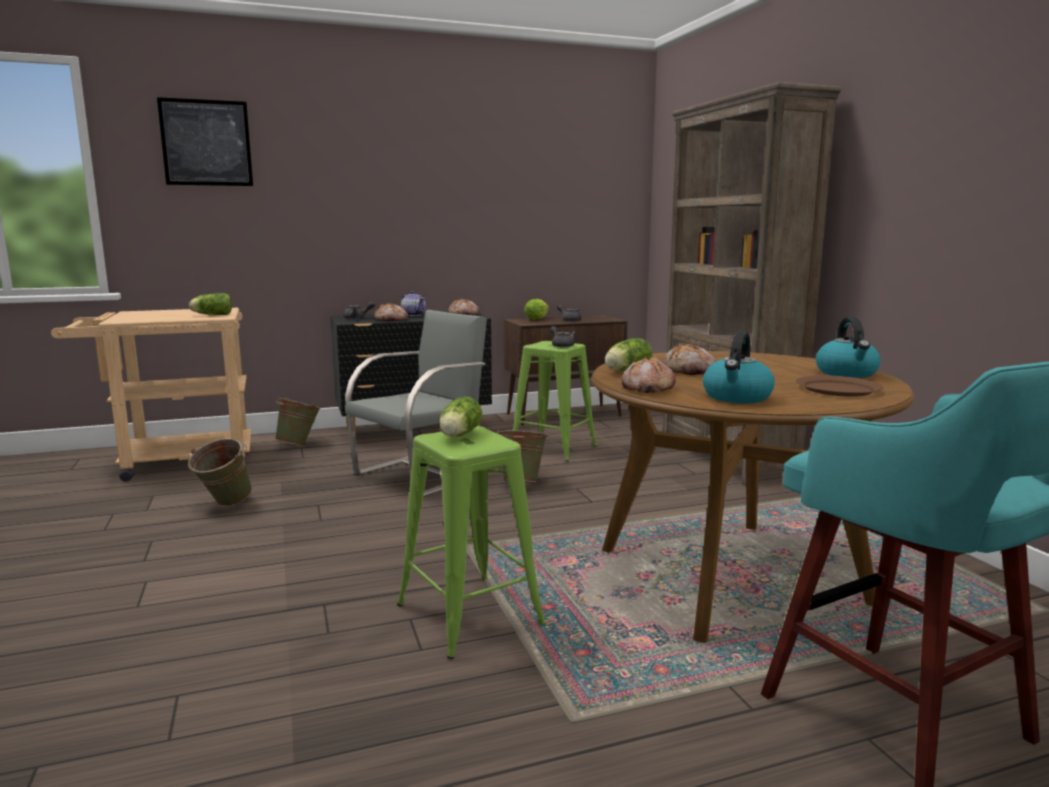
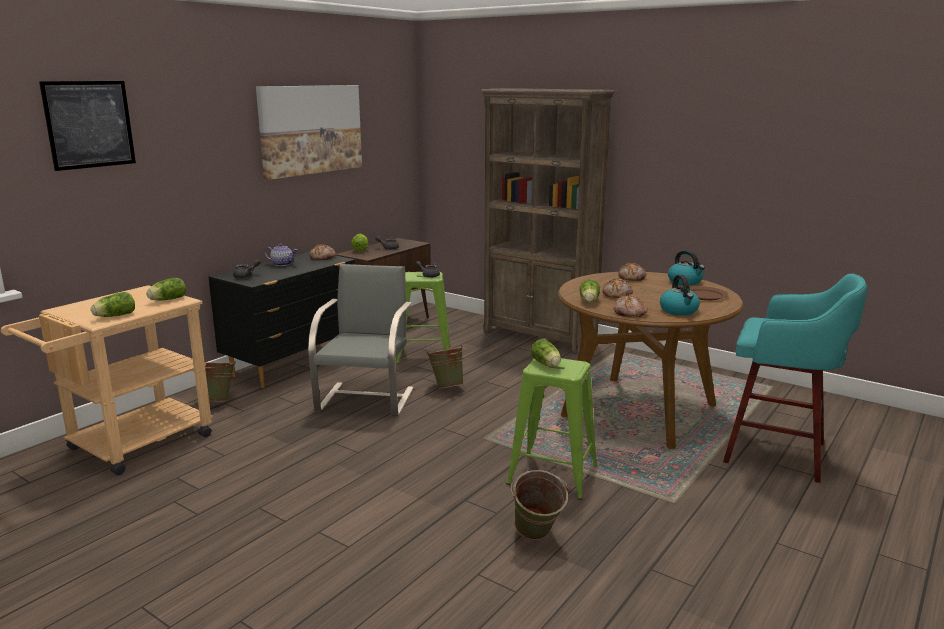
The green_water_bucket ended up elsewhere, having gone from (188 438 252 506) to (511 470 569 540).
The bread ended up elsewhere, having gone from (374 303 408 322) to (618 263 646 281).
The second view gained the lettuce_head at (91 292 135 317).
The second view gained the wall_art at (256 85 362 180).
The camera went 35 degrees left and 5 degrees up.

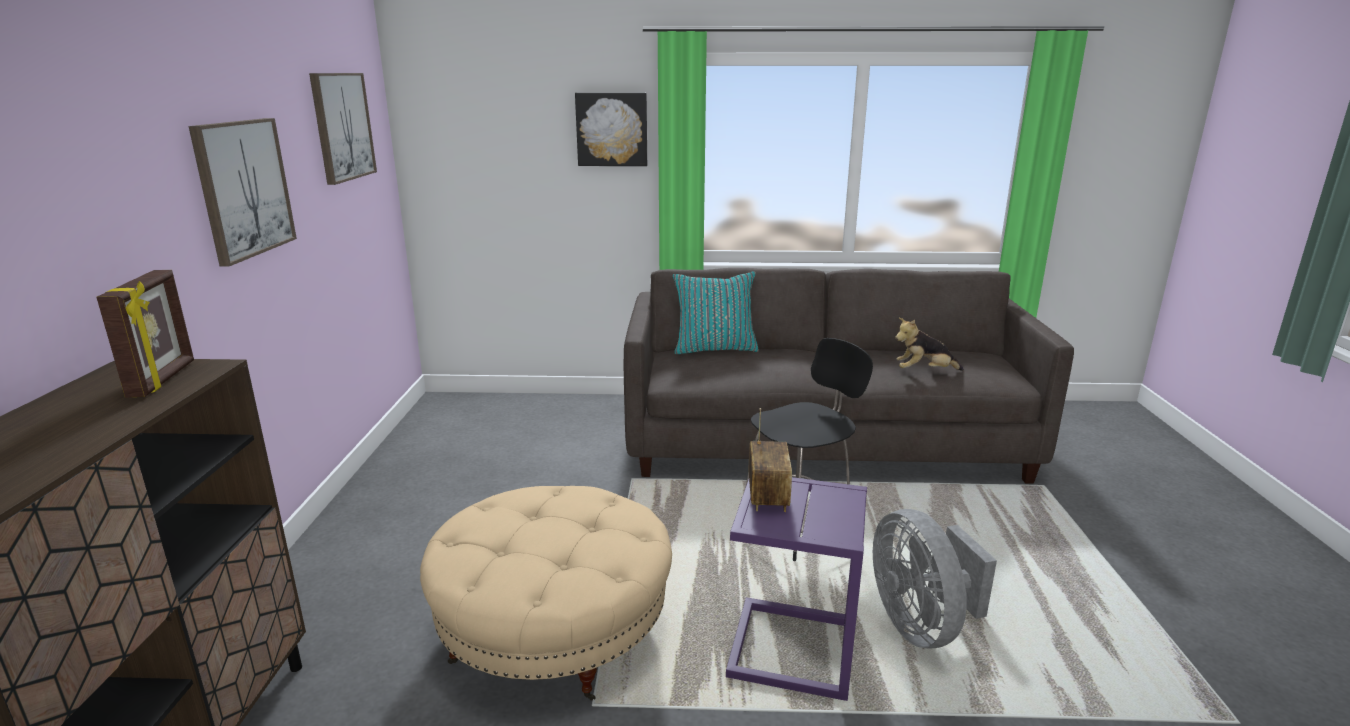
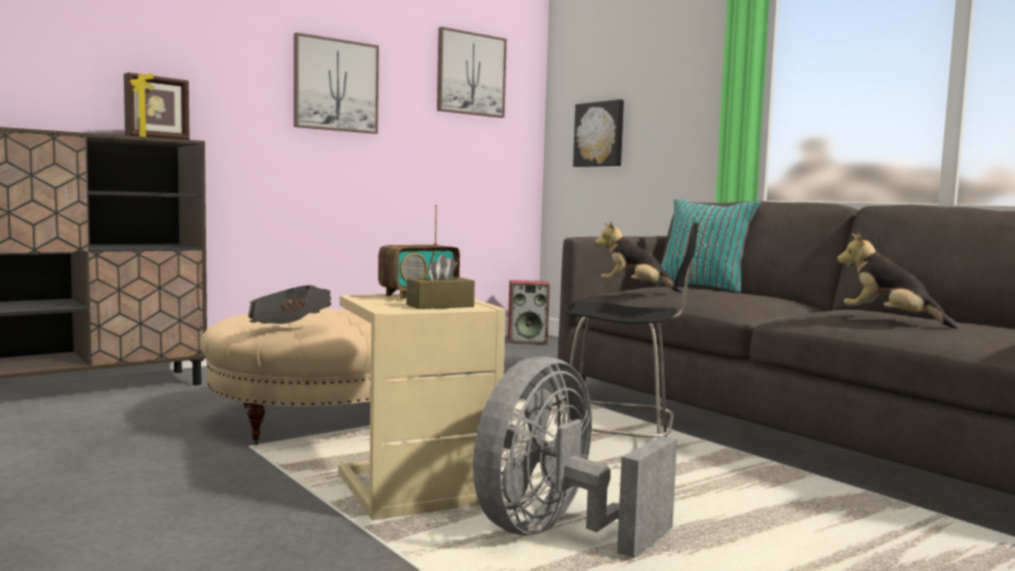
The wall_art ended up elsewhere, having gone from (575 93 647 166) to (573 99 624 167).
What was the purple_accent_table at (726 477 867 701) turned into the beige_accent_table at (339 294 506 520).
The second view gained the printed_paper at (248 285 331 324).
The second view gained the brown_tissue_box at (407 254 475 309).
The second view gained the audio_speaker at (508 280 550 344).
The second view gained the cuddly_toy at (595 221 683 293).
The camera went 50 degrees right and 15 degrees down.

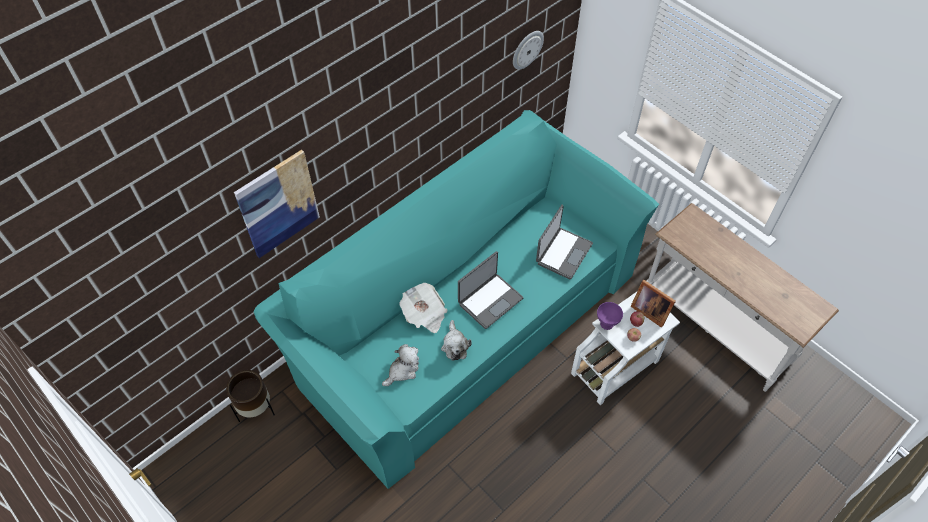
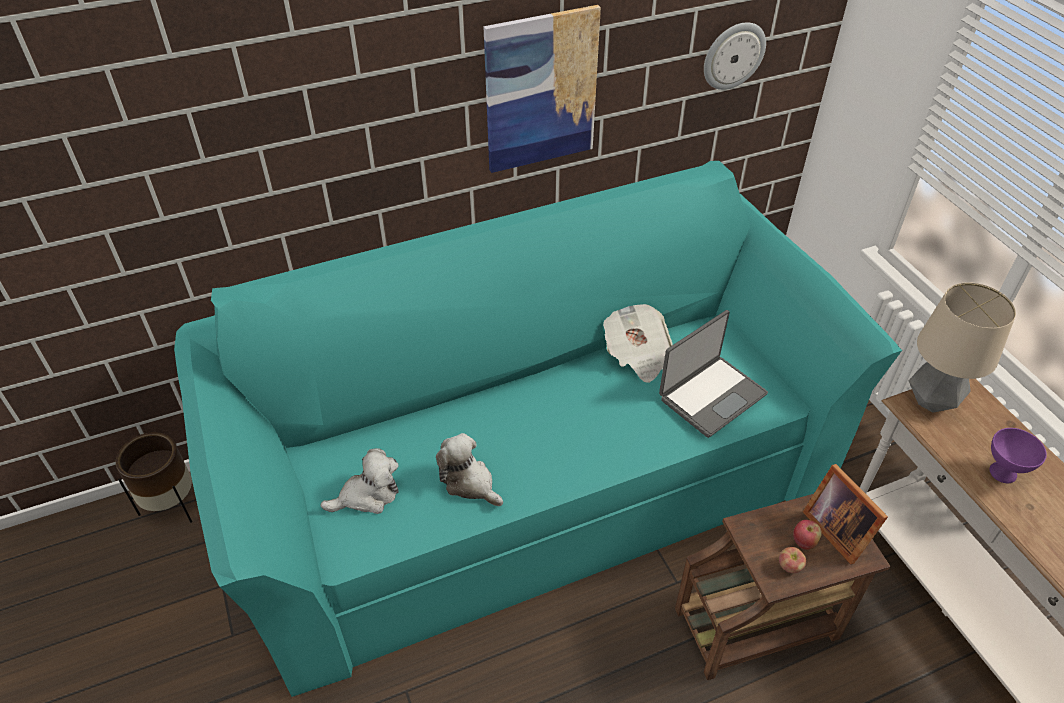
The wall_art ended up elsewhere, having gone from (234 150 320 258) to (483 5 601 173).
The printed_paper ended up elsewhere, having gone from (400 283 448 333) to (603 304 672 383).
The cuddly_toy at (441 320 472 361) ended up facing another way, 120 degrees clockwise from before.
The second view lost the portable_computer at (458 251 524 329).
What was the white-coloured_accent_table at (571 292 680 405) turned into the brown_accent_table at (675 494 891 680).
The purple_serving_bowl ended up elsewhere, having gone from (597 302 623 330) to (990 428 1047 483).
The second view gained the tabletop_lamp at (909 282 1016 413).
The camera went 20 degrees right and 10 degrees down.

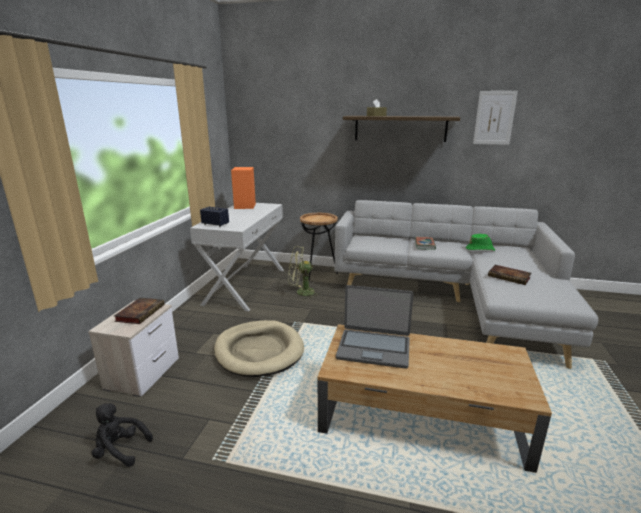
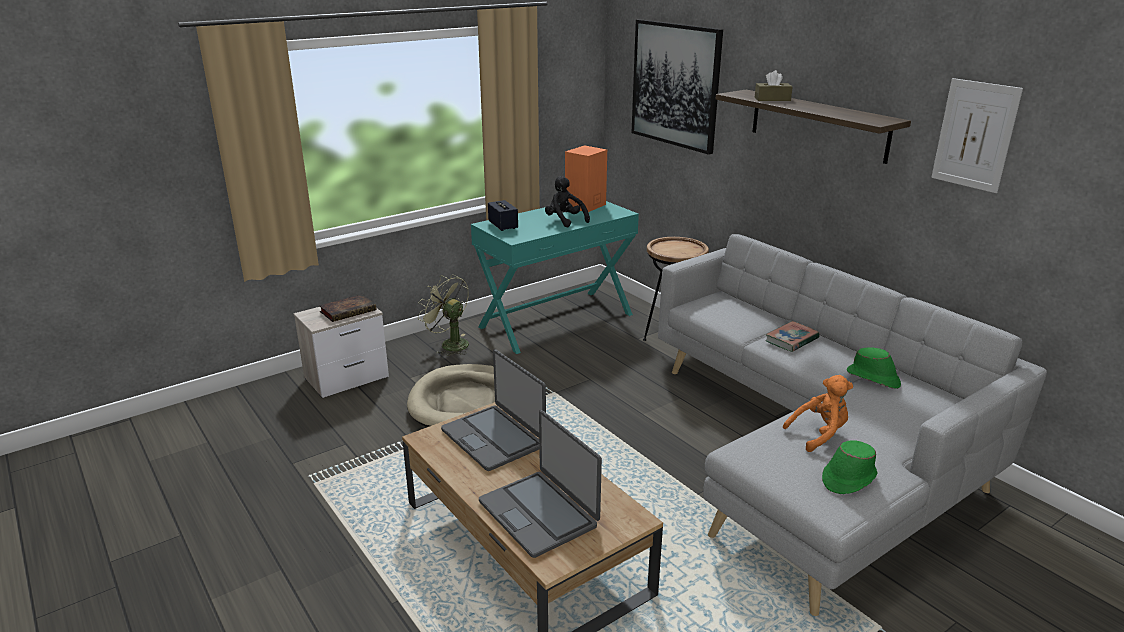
The black-coloured_cuddly_toy ended up elsewhere, having gone from (92 403 153 467) to (545 176 590 227).
What was the white-coloured_narrow_table at (190 203 284 311) turned into the turquoise_narrow_table at (471 201 639 354).
The green_cooling_fan ended up elsewhere, having gone from (288 246 320 299) to (418 275 469 356).
Where the volume stood at (488 265 531 285), the orange-coloured_cuddly_toy came to stand at (783 375 853 452).
The second view gained the portable_computer at (479 410 602 558).
The second view gained the wall_art at (632 19 723 155).
The second view gained the green_wearable_hat at (822 440 878 494).
The camera went 40 degrees right and 5 degrees up.

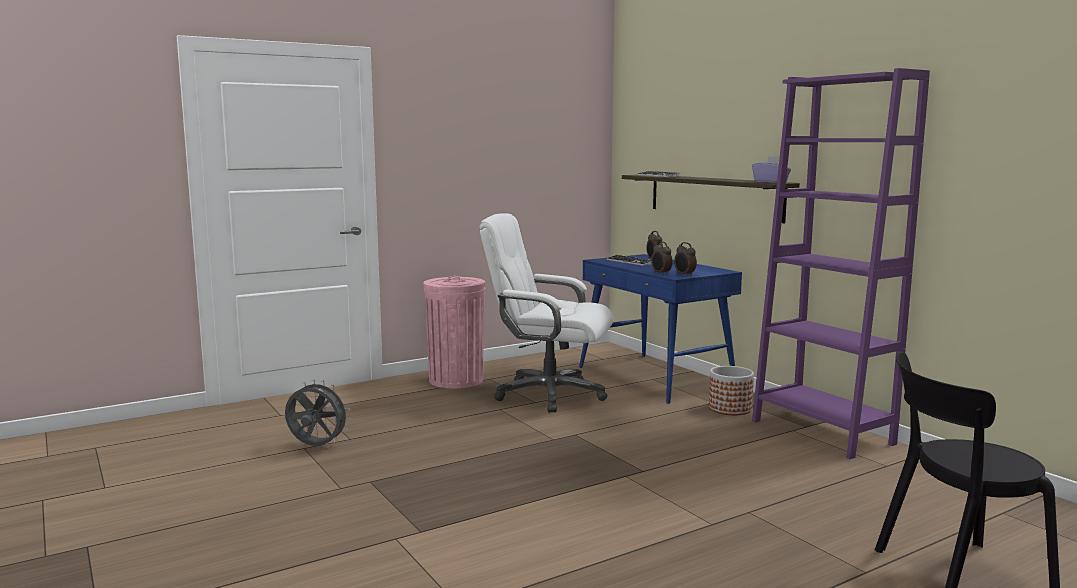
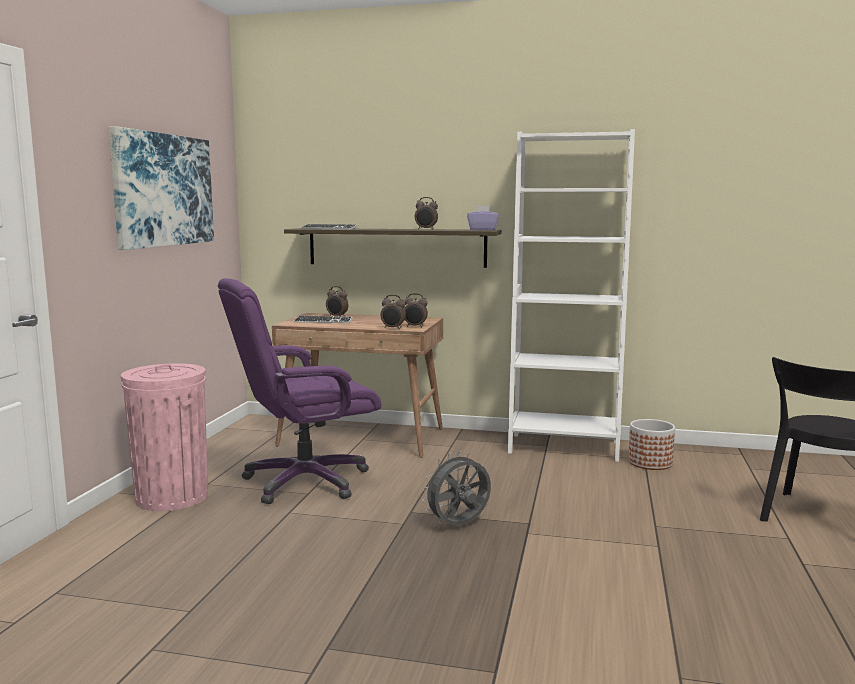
The greyish_cooling_fan ended up elsewhere, having gone from (285 379 351 446) to (422 451 491 525).
What was the white-coloured_desk_chair at (479 213 613 413) turned into the purple_desk_chair at (218 278 381 504).
What was the bluish_desk_table at (579 254 742 404) turned into the brown_desk_table at (272 313 443 458).
The plant_pot ended up elsewhere, having gone from (709 366 754 415) to (628 419 675 470).
What was the purple_bookcase at (752 68 930 459) turned into the white-coloured_bookcase at (508 129 635 462).
The second view gained the wall_art at (109 126 214 250).
The second view gained the bedside_clock at (415 197 438 230).
The camera went 45 degrees left and 0 degrees up.

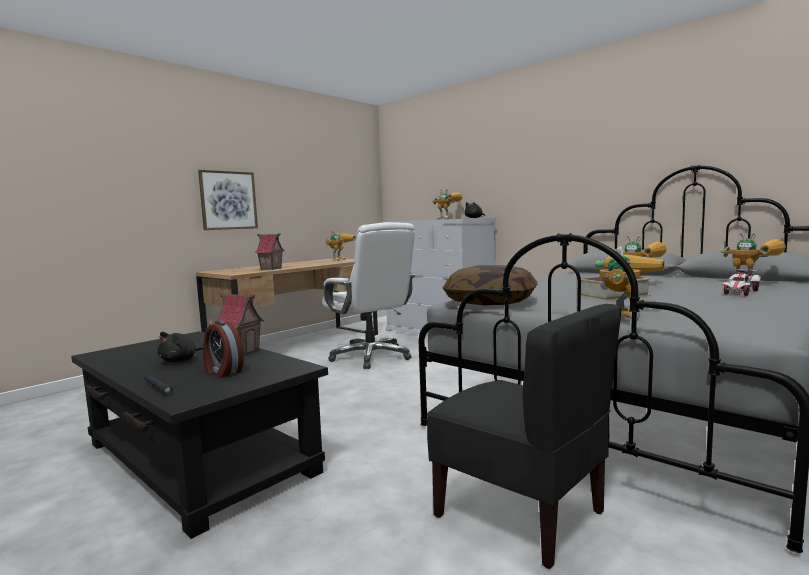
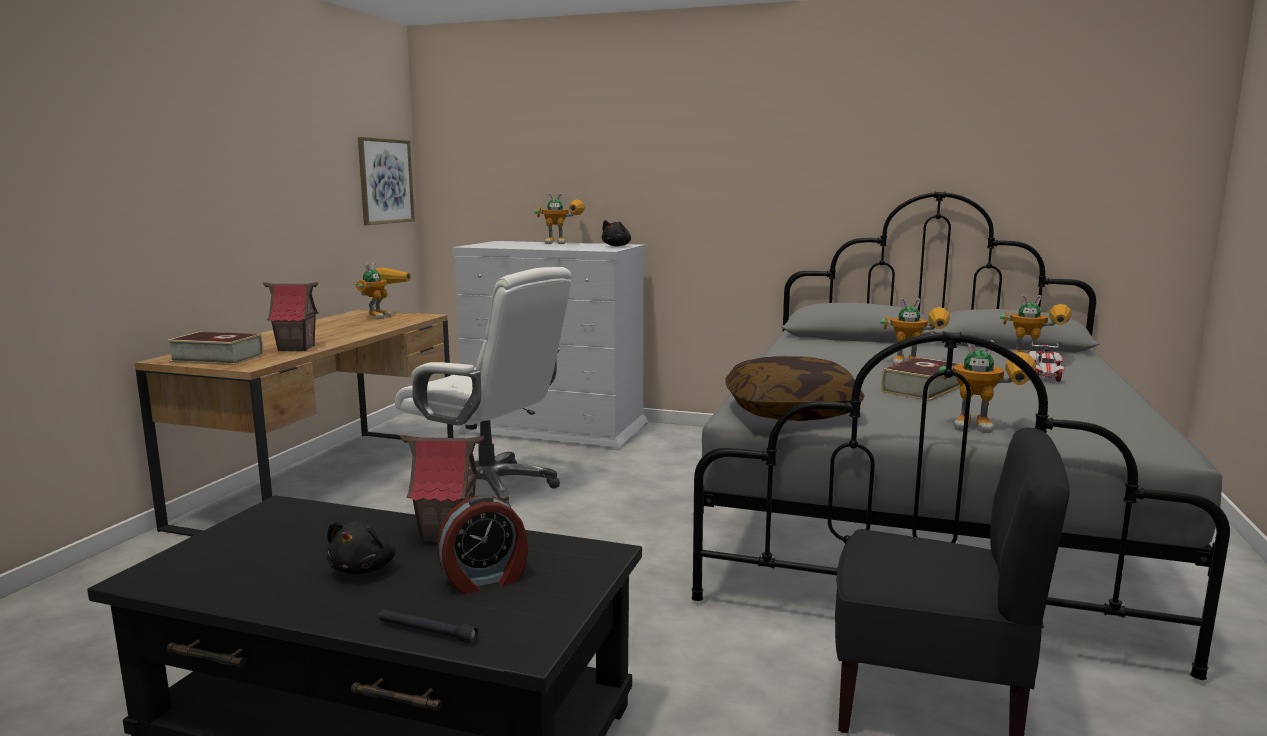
The wall_art ended up elsewhere, having gone from (198 170 258 230) to (358 137 415 225).
The bedside_clock at (203 321 244 378) ended up facing another way, 45 degrees counterclockwise from before.
The toy_robot at (595 246 665 321) ended up facing another way, 105 degrees clockwise from before.
The second view gained the volume at (166 332 263 365).
The camera went 25 degrees left and 5 degrees up.

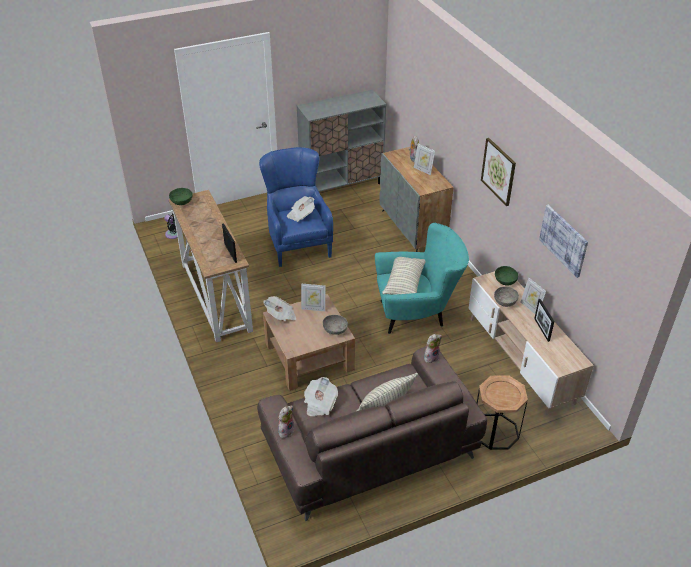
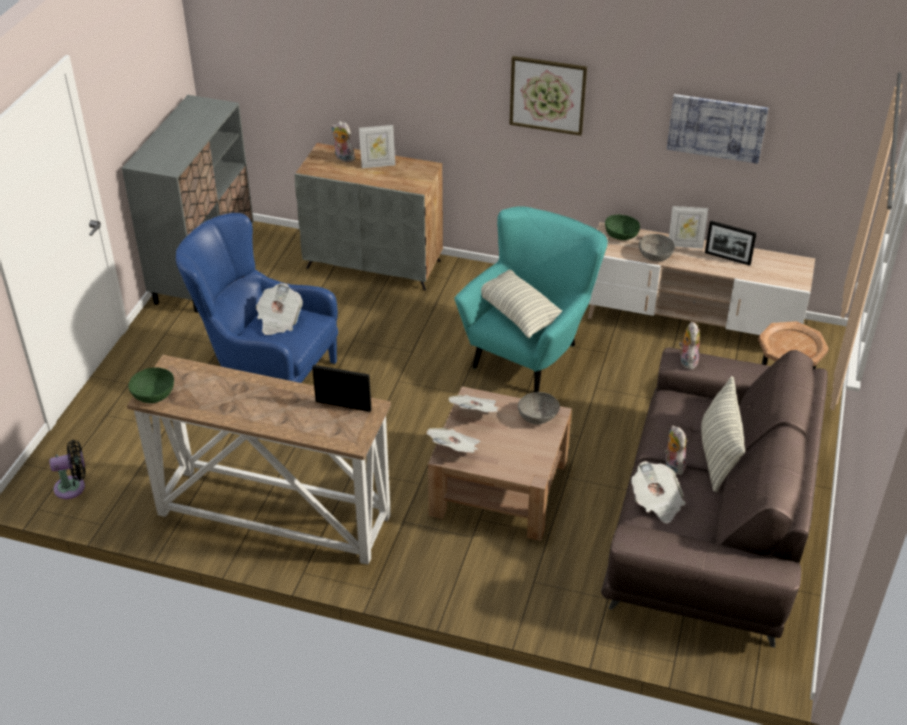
The cuddly_toy ended up elsewhere, having gone from (278 406 294 438) to (665 425 686 475).
Where the standing_frame stood at (301 284 325 311), the printed_paper came to stand at (449 395 499 412).
The camera went 50 degrees left and 0 degrees up.

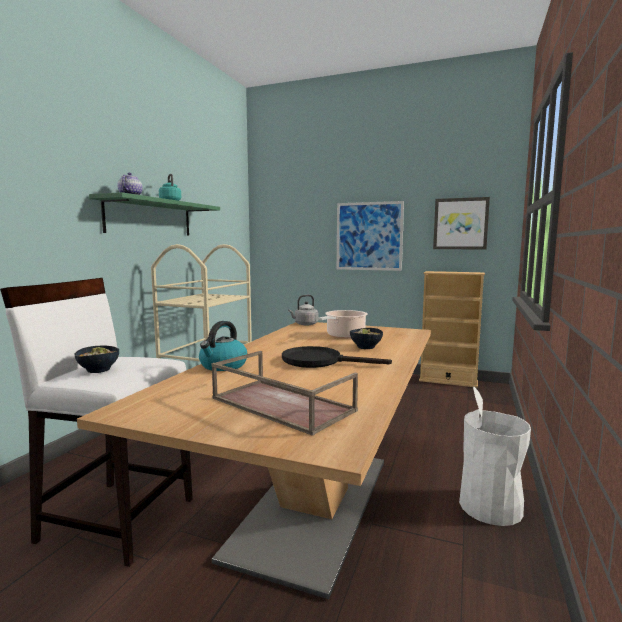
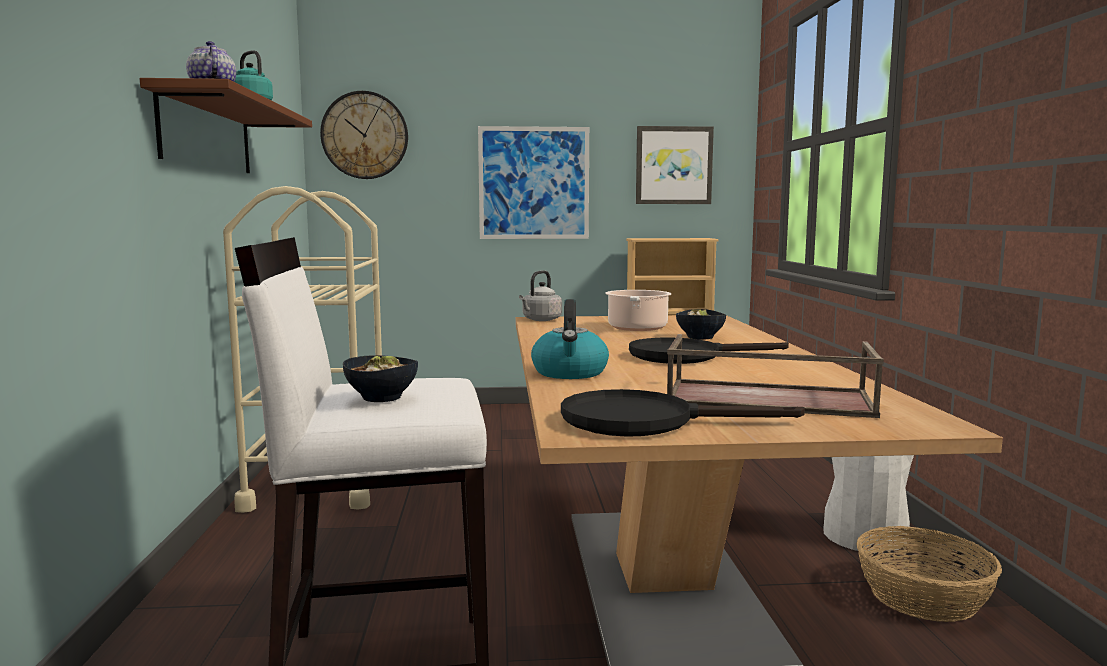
What was the green_bracket_shelf at (89 192 220 236) turned into the brown_bracket_shelf at (140 78 312 173).
The second view gained the hanging_clock at (320 91 408 179).
The second view gained the black-coloured_pan at (561 389 805 437).
The second view gained the storage_basket at (856 526 1002 622).
The camera went 25 degrees left and 0 degrees up.

